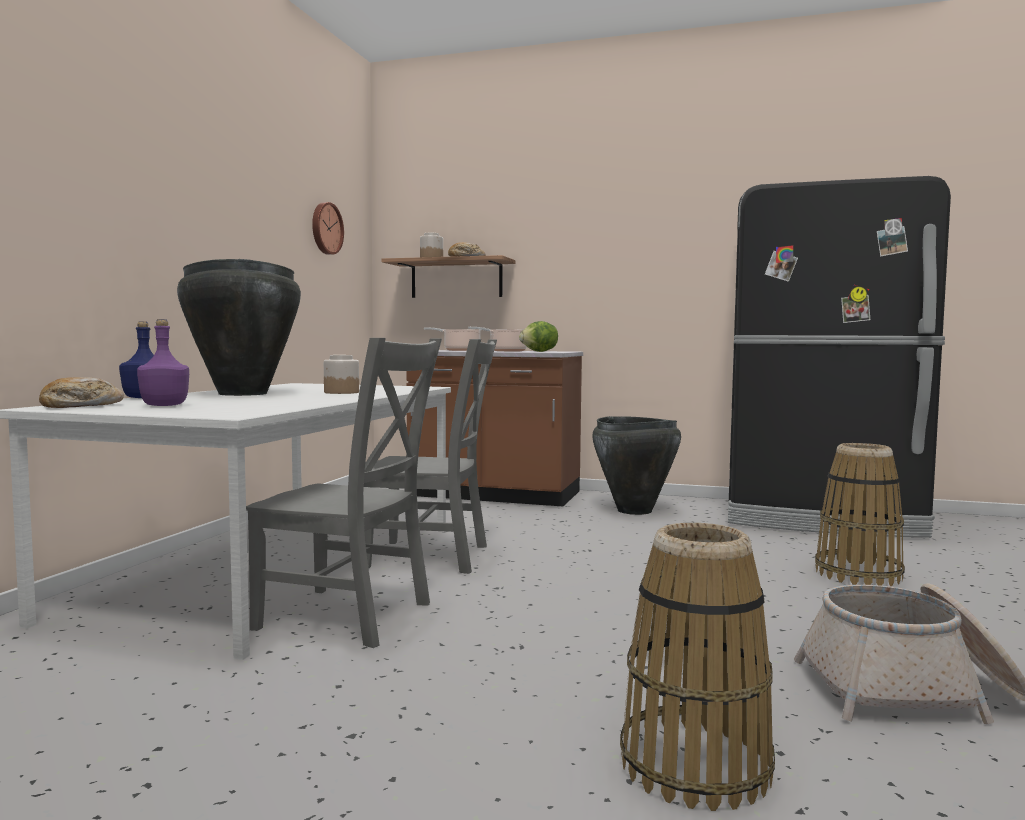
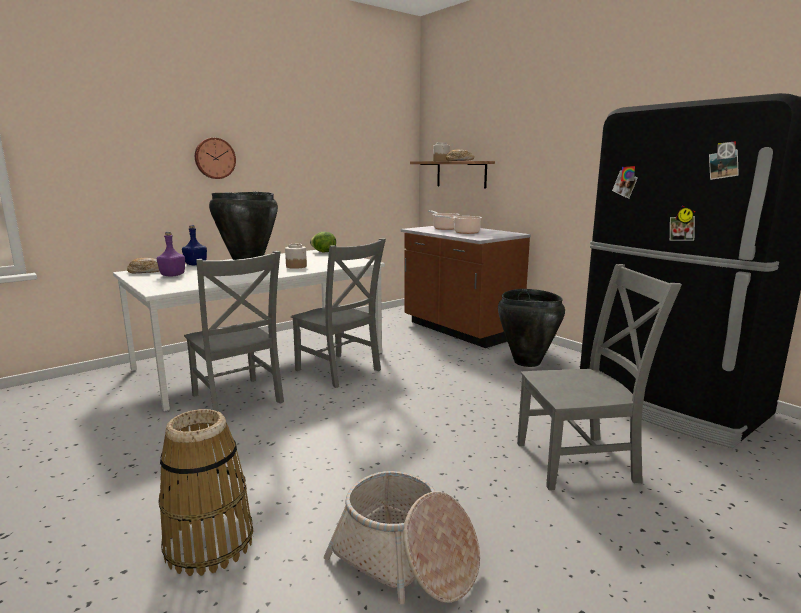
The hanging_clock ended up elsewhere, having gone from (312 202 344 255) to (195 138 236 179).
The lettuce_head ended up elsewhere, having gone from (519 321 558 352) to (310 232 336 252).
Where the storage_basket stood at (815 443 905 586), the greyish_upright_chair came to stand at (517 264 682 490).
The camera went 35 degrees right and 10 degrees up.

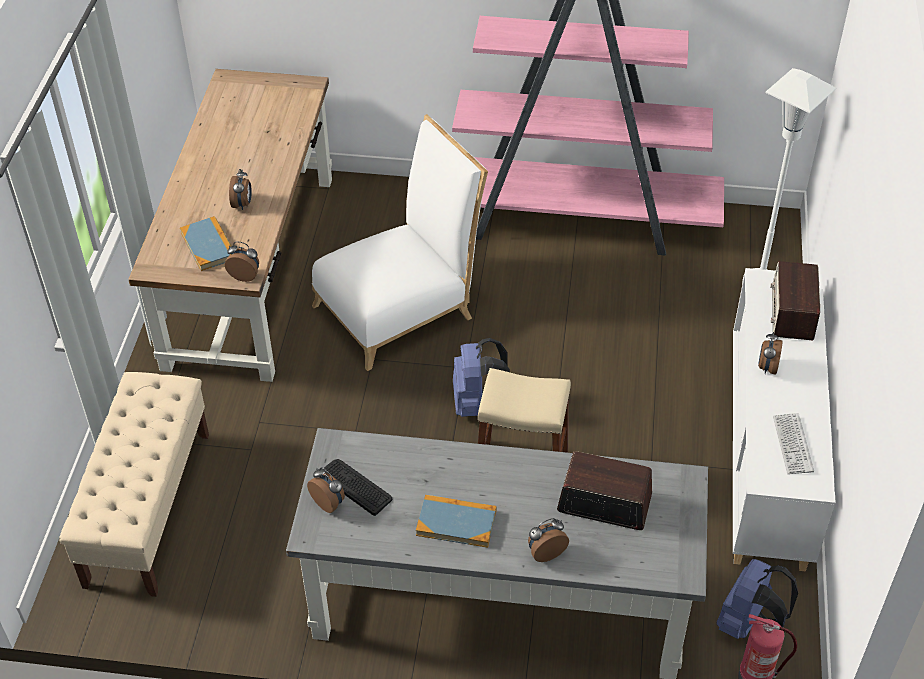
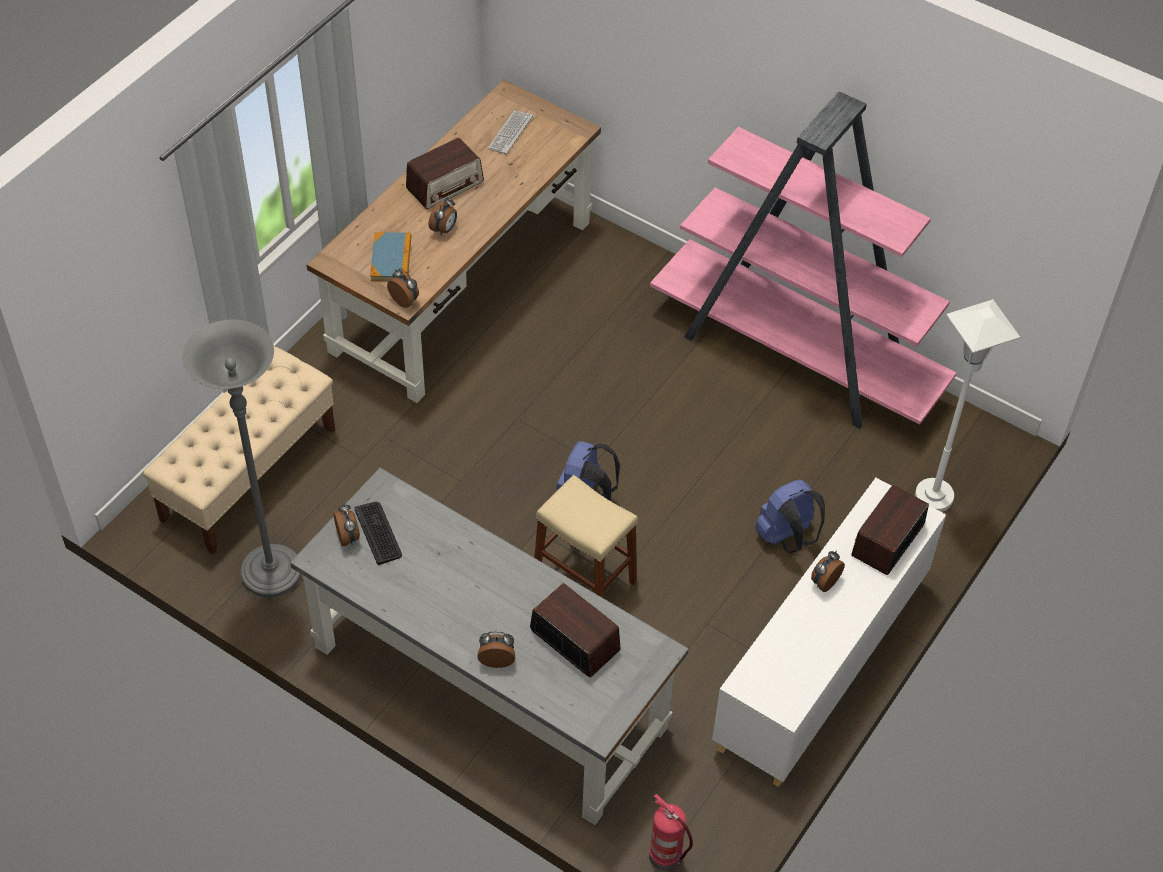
The second view lost the white-coloured_upright_chair at (312 114 488 371).
The second view lost the volume at (416 495 497 548).
The bluish_backpack ended up elsewhere, having gone from (716 559 798 639) to (755 479 825 553).
The keyboard ended up elsewhere, having gone from (773 413 814 474) to (487 110 533 154).
The second view gained the greyish_standard_lamp at (182 319 302 598).
The second view gained the radio at (406 138 484 209).
The camera went 25 degrees right and 5 degrees up.

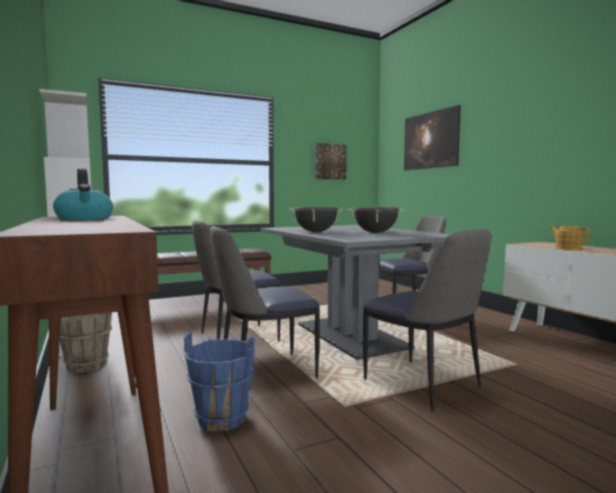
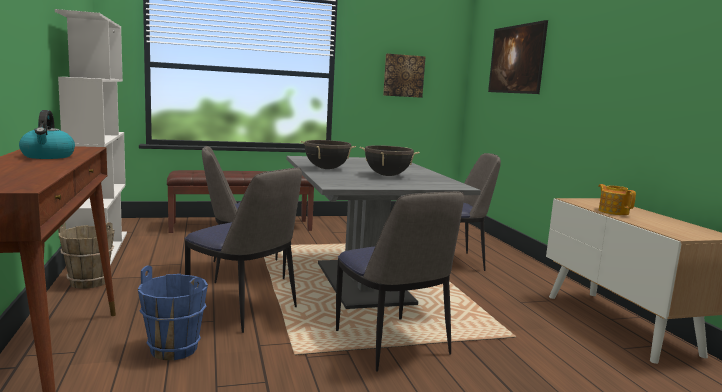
The upright_chair at (210 226 320 379) ended up facing another way, 135 degrees counterclockwise from before.
The camera went 10 degrees right and 5 degrees up.

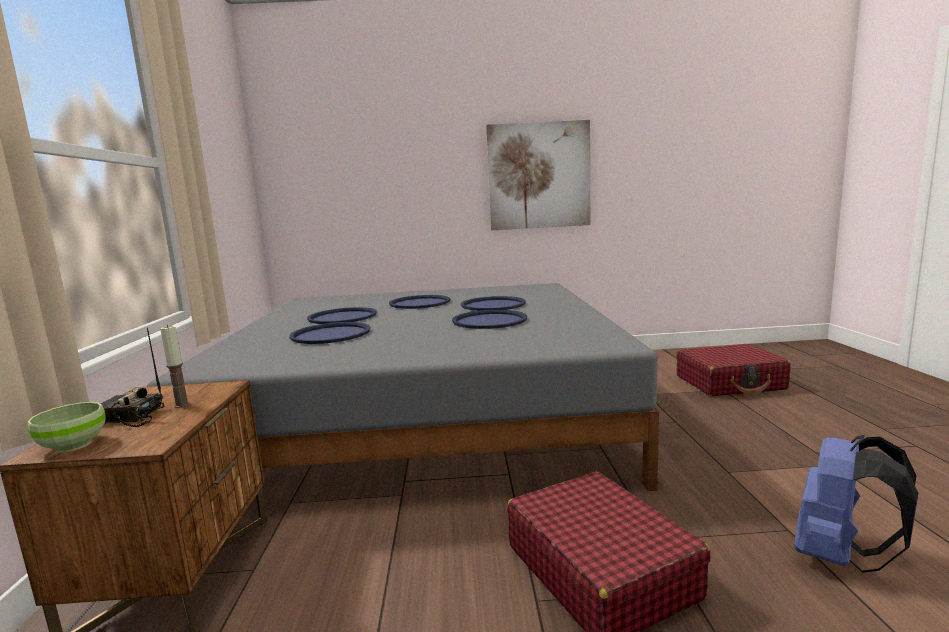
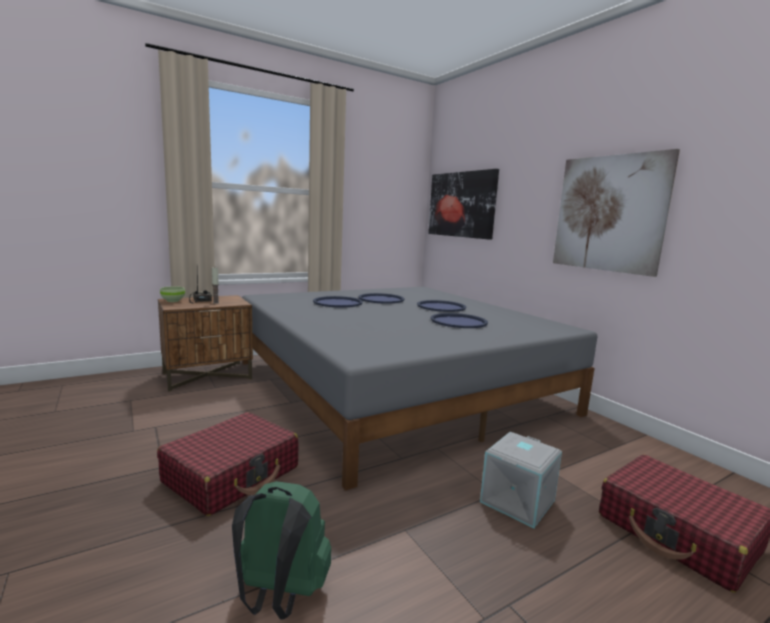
The second view lost the bluish_tray at (452 310 527 329).
What was the bluish_backpack at (794 435 919 573) turned into the green_backpack at (232 481 331 620).
The second view gained the wall_art at (428 169 499 240).
The second view gained the greyish_storage_container at (480 432 562 528).
The camera went 60 degrees right and 0 degrees up.

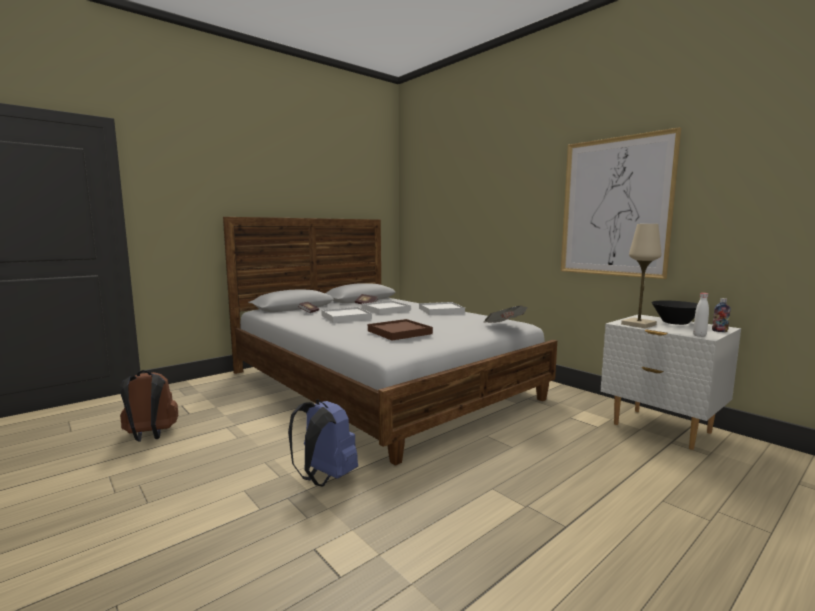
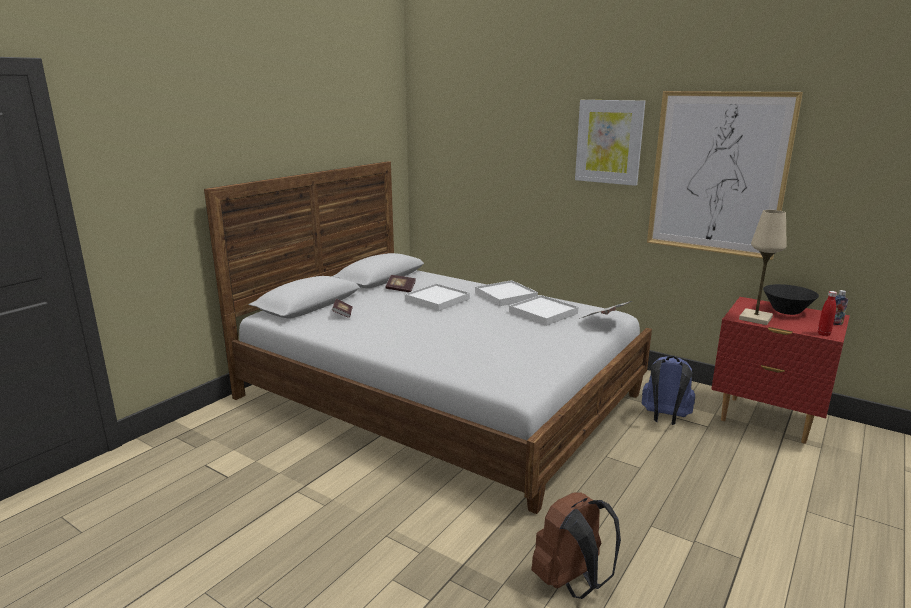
The brown_backpack ended up elsewhere, having gone from (120 370 178 442) to (531 492 621 599).
The bluish_backpack ended up elsewhere, having gone from (288 399 358 486) to (642 356 695 425).
The white-coloured_tray ended up elsewhere, having gone from (321 307 372 323) to (509 295 578 326).
The second view lost the brown_tray at (368 319 433 341).
What was the white-coloured_bedside_table at (601 315 741 450) turned into the reddish_bedside_table at (711 297 850 444).
What was the white-coloured_bottle at (693 293 709 337) turned into the reddish_bottle at (818 291 837 336).
The second view gained the wall_art at (575 100 646 186).
The camera went 15 degrees left and 10 degrees up.

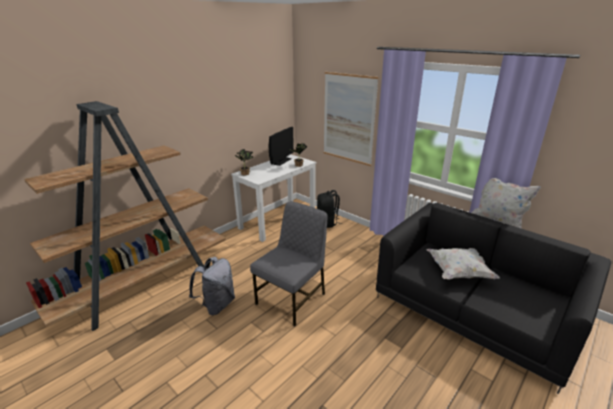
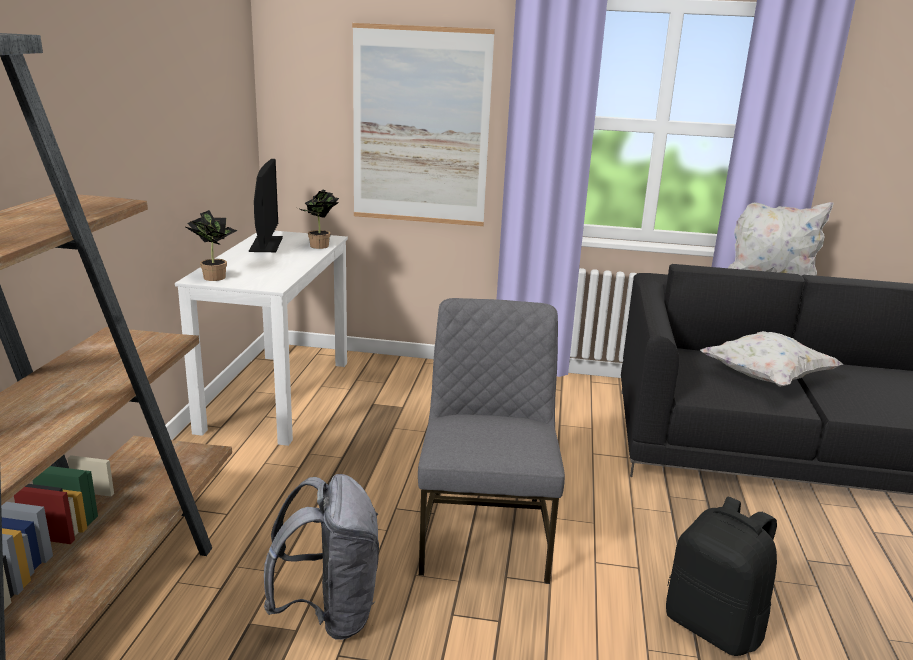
The black-coloured_backpack ended up elsewhere, having gone from (317 190 343 228) to (666 497 777 656).
The camera went 35 degrees left and 5 degrees down.

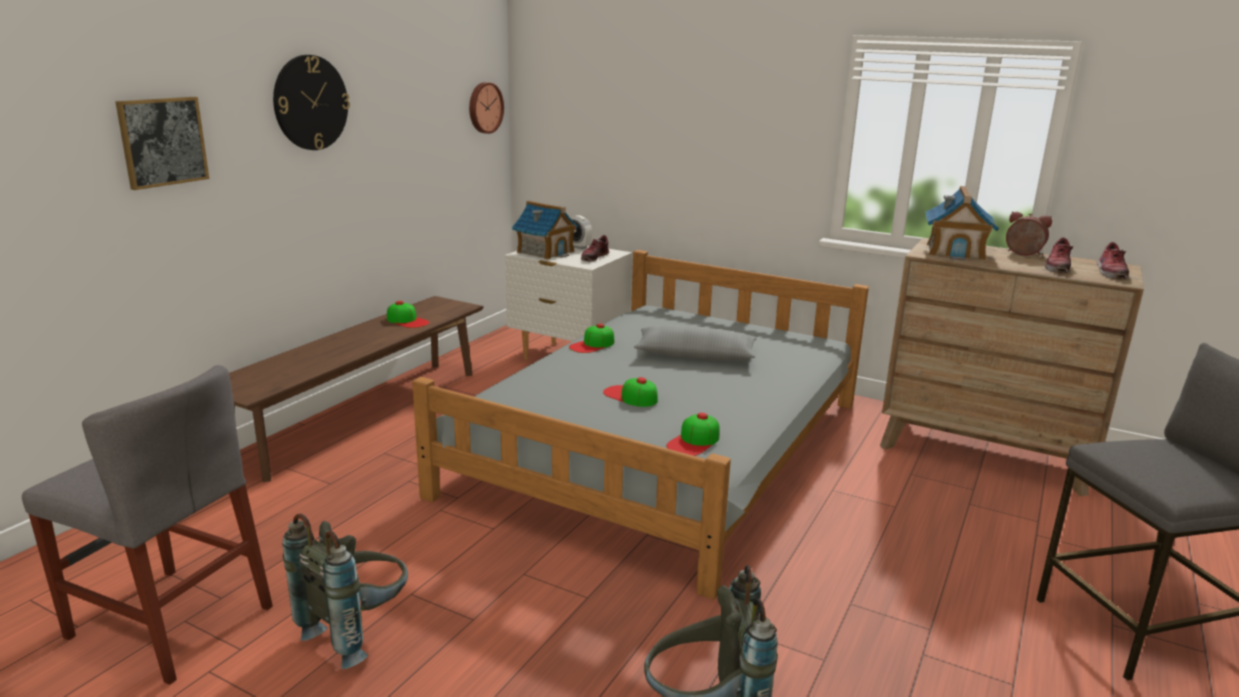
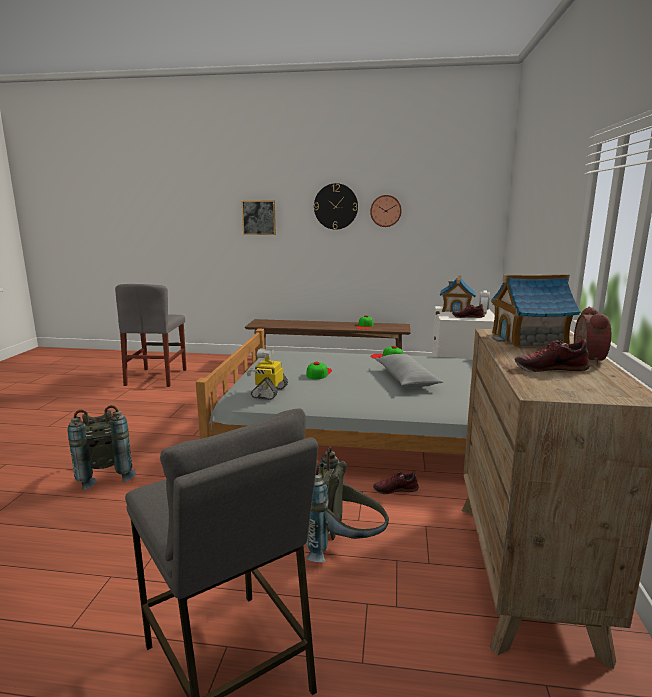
The greyish_backpack ended up elsewhere, having gone from (283 514 408 669) to (306 446 389 562).
The hanging_clock ended up elsewhere, having gone from (469 82 504 134) to (370 195 402 227).
Where the peaked_cap stood at (666 413 720 456), the toy_robot came to stand at (247 349 288 400).
The shoe ended up elsewhere, having gone from (1097 242 1129 279) to (373 472 419 494).
The camera went 70 degrees right and 5 degrees down.

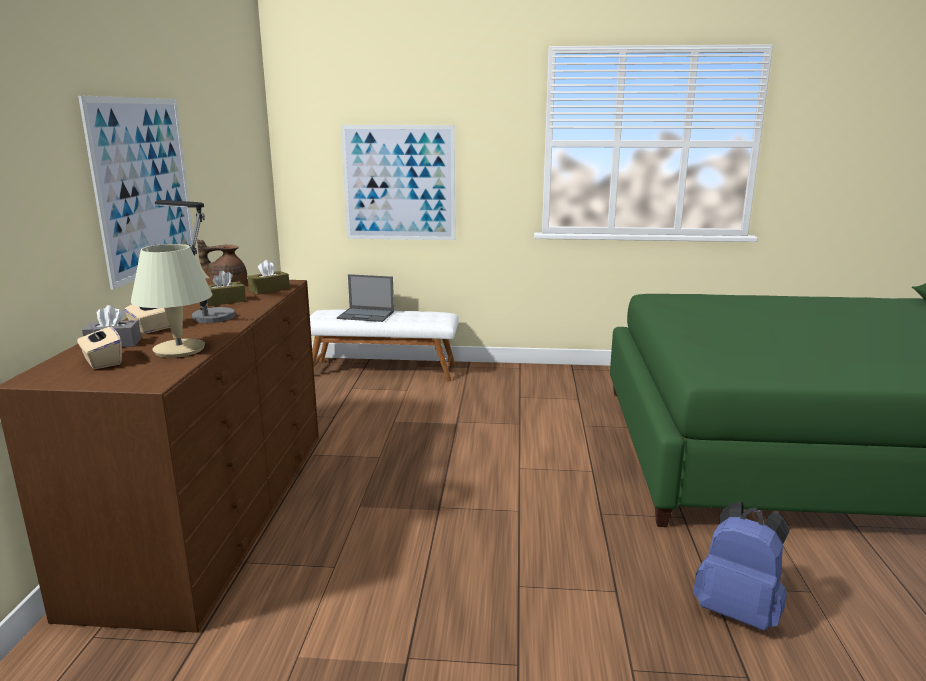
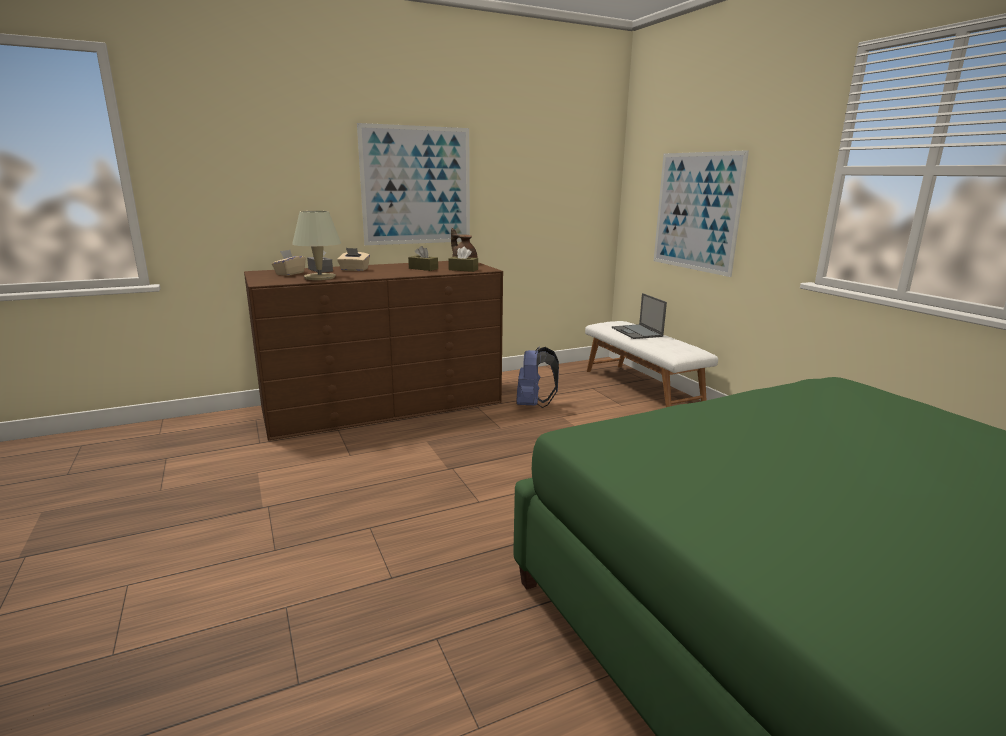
The second view lost the tabletop_lamp at (155 200 235 323).
The bluish_backpack ended up elsewhere, having gone from (693 502 790 631) to (516 347 559 408).
The camera went 60 degrees right and 0 degrees up.

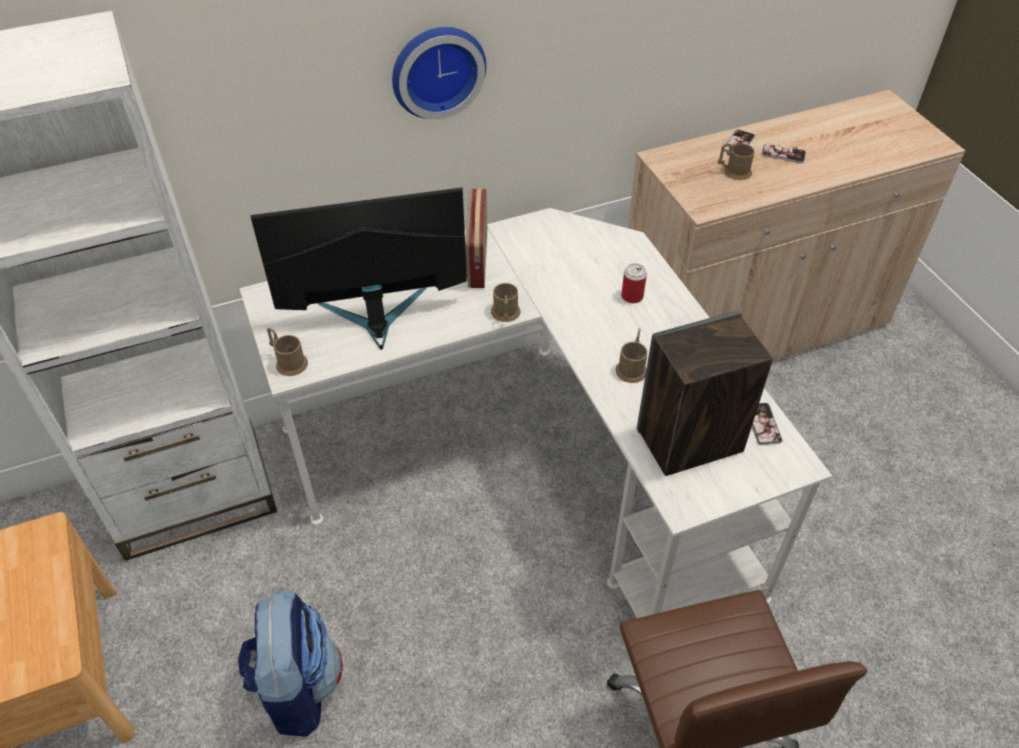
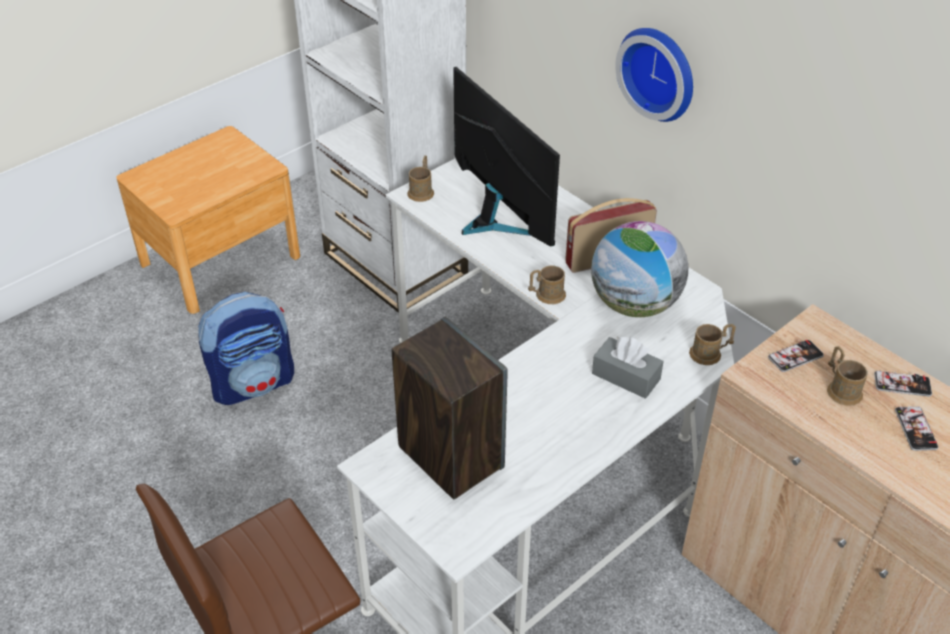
The brown_tea_mug ended up elsewhere, having gone from (615 328 648 383) to (689 324 736 365).
Where the can stood at (621 263 647 303), the greyish_tissue_box came to stand at (592 337 664 399).
The handset ended up elsewhere, having gone from (752 403 783 445) to (768 340 824 372).
The second view gained the desk_globe at (591 221 688 317).
The camera went 70 degrees right and 5 degrees down.

